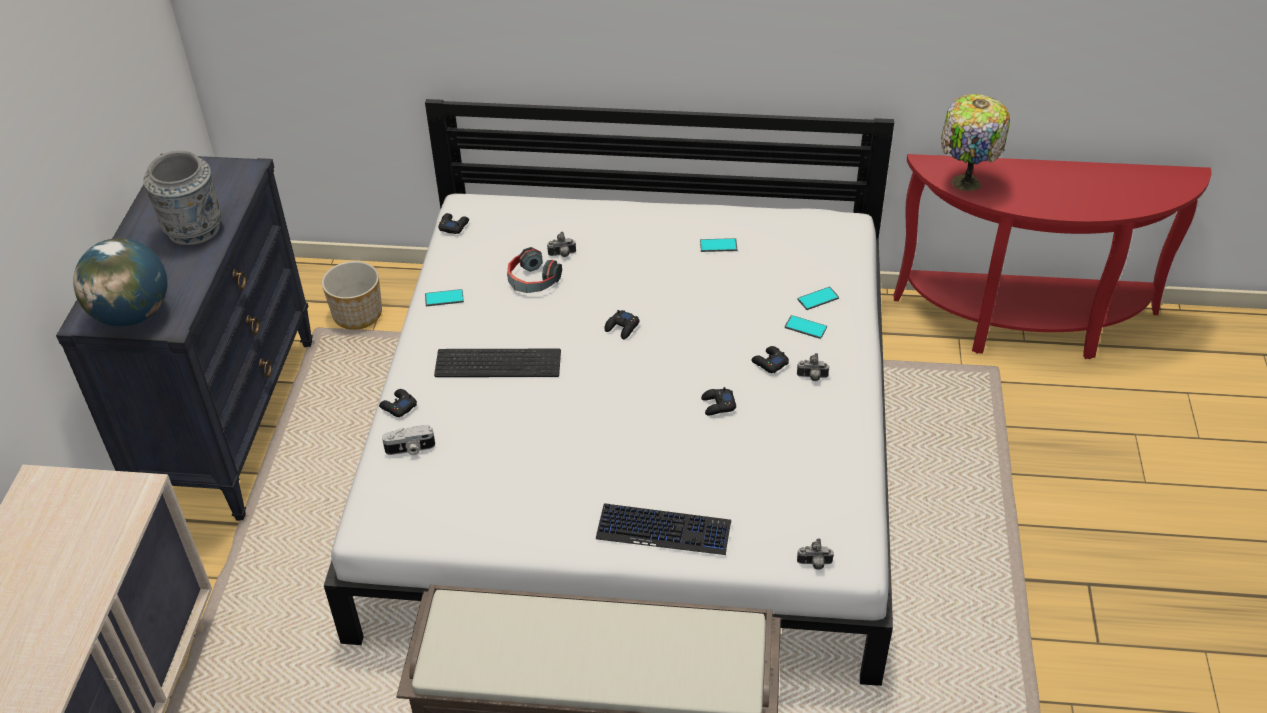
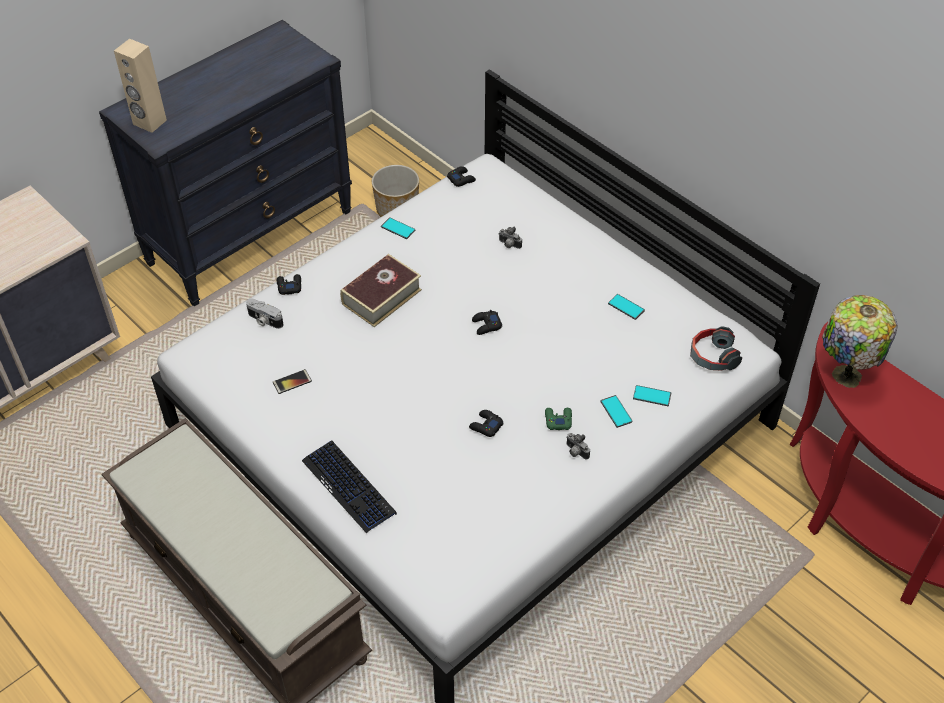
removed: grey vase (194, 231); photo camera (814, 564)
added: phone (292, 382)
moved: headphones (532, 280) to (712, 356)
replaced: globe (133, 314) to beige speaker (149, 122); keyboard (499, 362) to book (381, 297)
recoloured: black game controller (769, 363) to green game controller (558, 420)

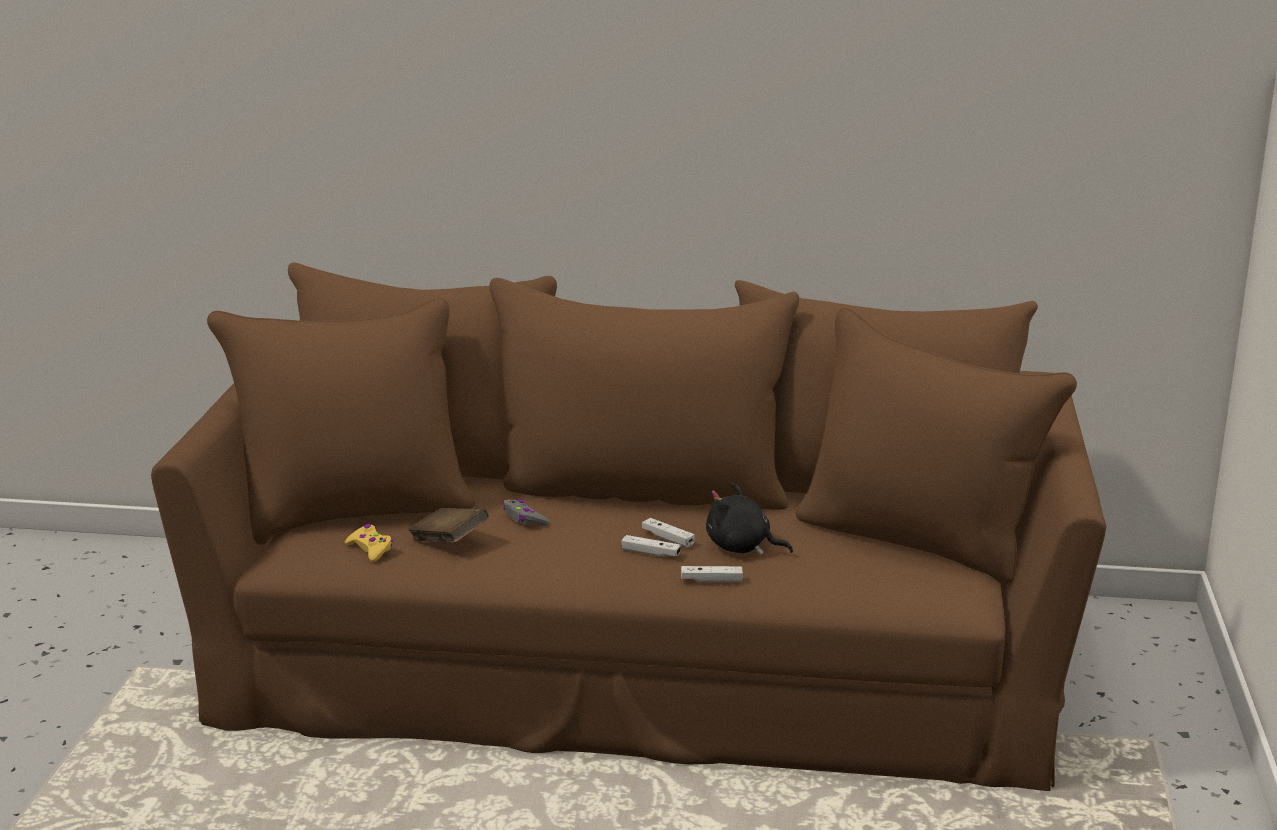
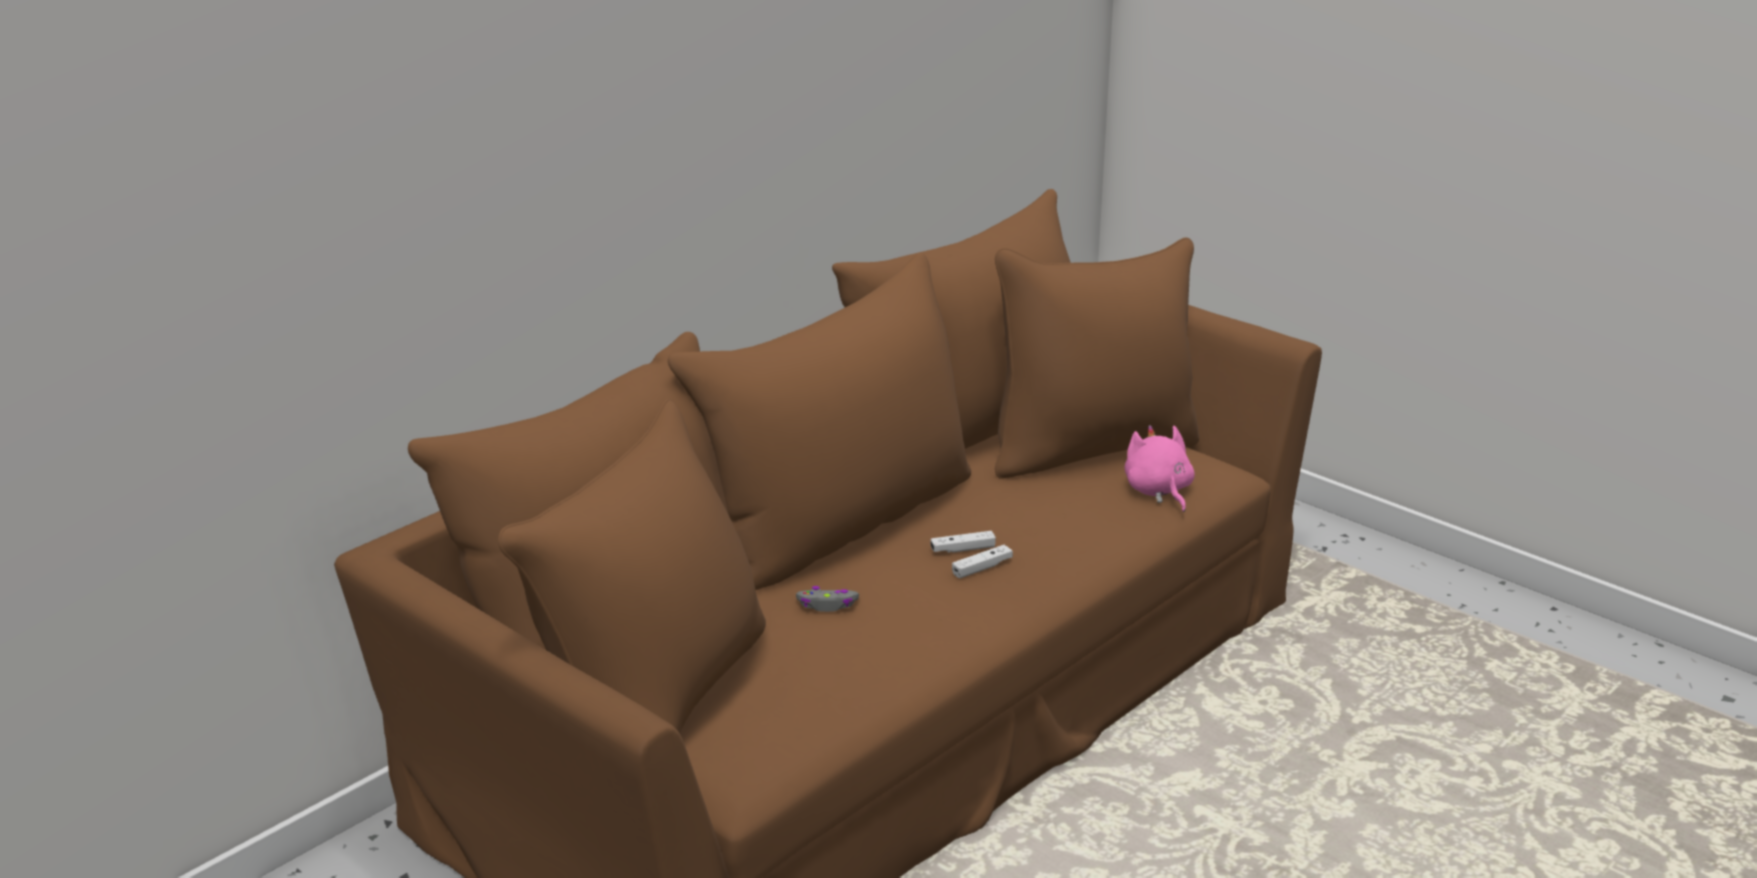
removed: black plush toy (742, 547); brown book (449, 542); yellow game controller (370, 549); white game controller (711, 580)
added: pink plush toy (1158, 491)

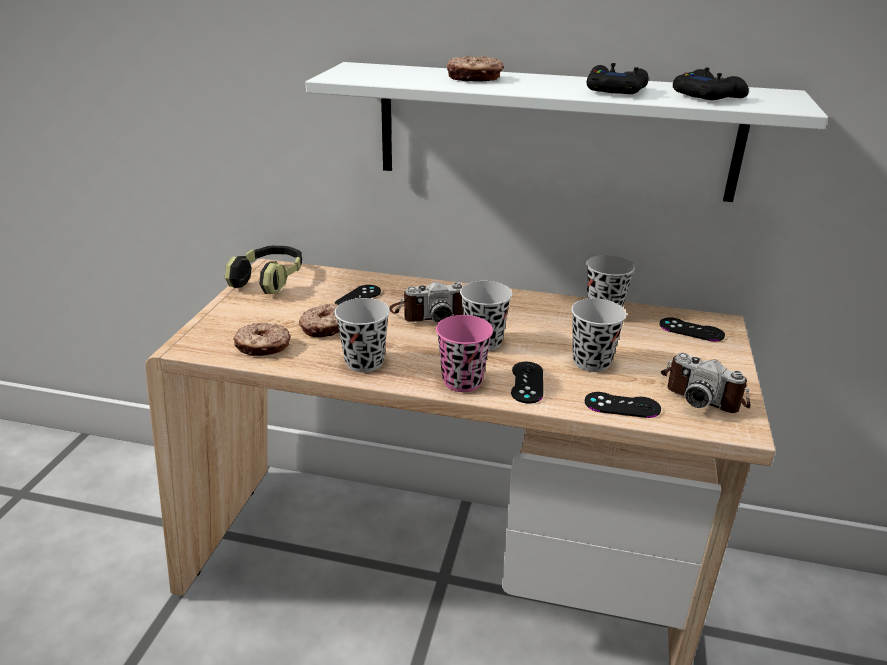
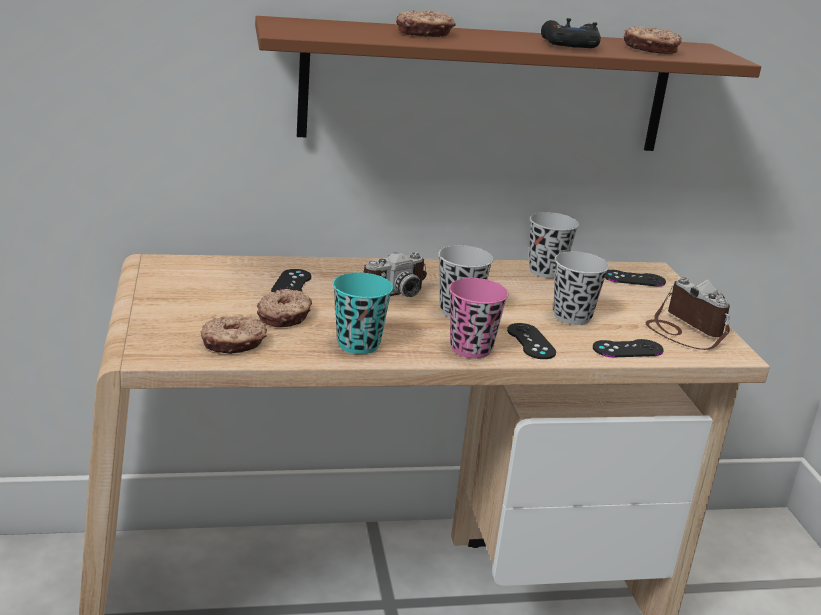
removed: headphones (269, 280)
replaced: black game controller (707, 96) to donut (650, 49)
recoloured: white shelf (555, 131) to brown shelf (487, 88); black cup (364, 362) to turquoise cup (358, 344)
turned: photo camera (704, 393) = (685, 329) 135 degrees counterclockwise

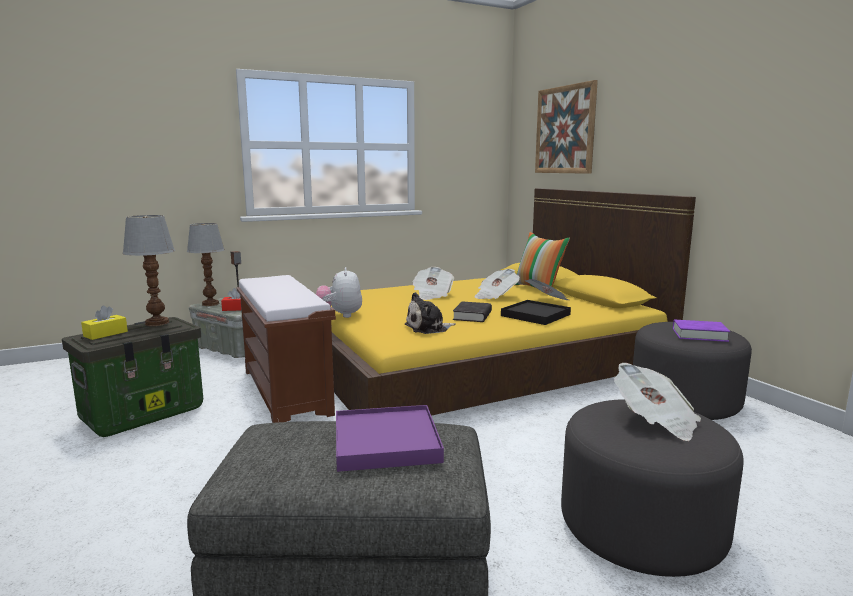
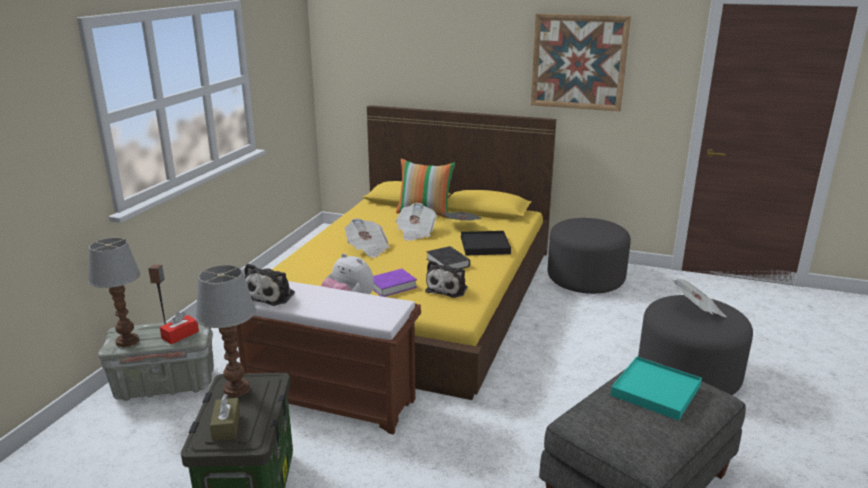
added: plush toy (272, 295)
moved: picture (565, 130) to (578, 62); purple book (699, 335) to (392, 286)
recoloured: yellow tissue box (105, 334) to brown tissue box (226, 426); purple tray (386, 442) to turquoise tray (655, 391)

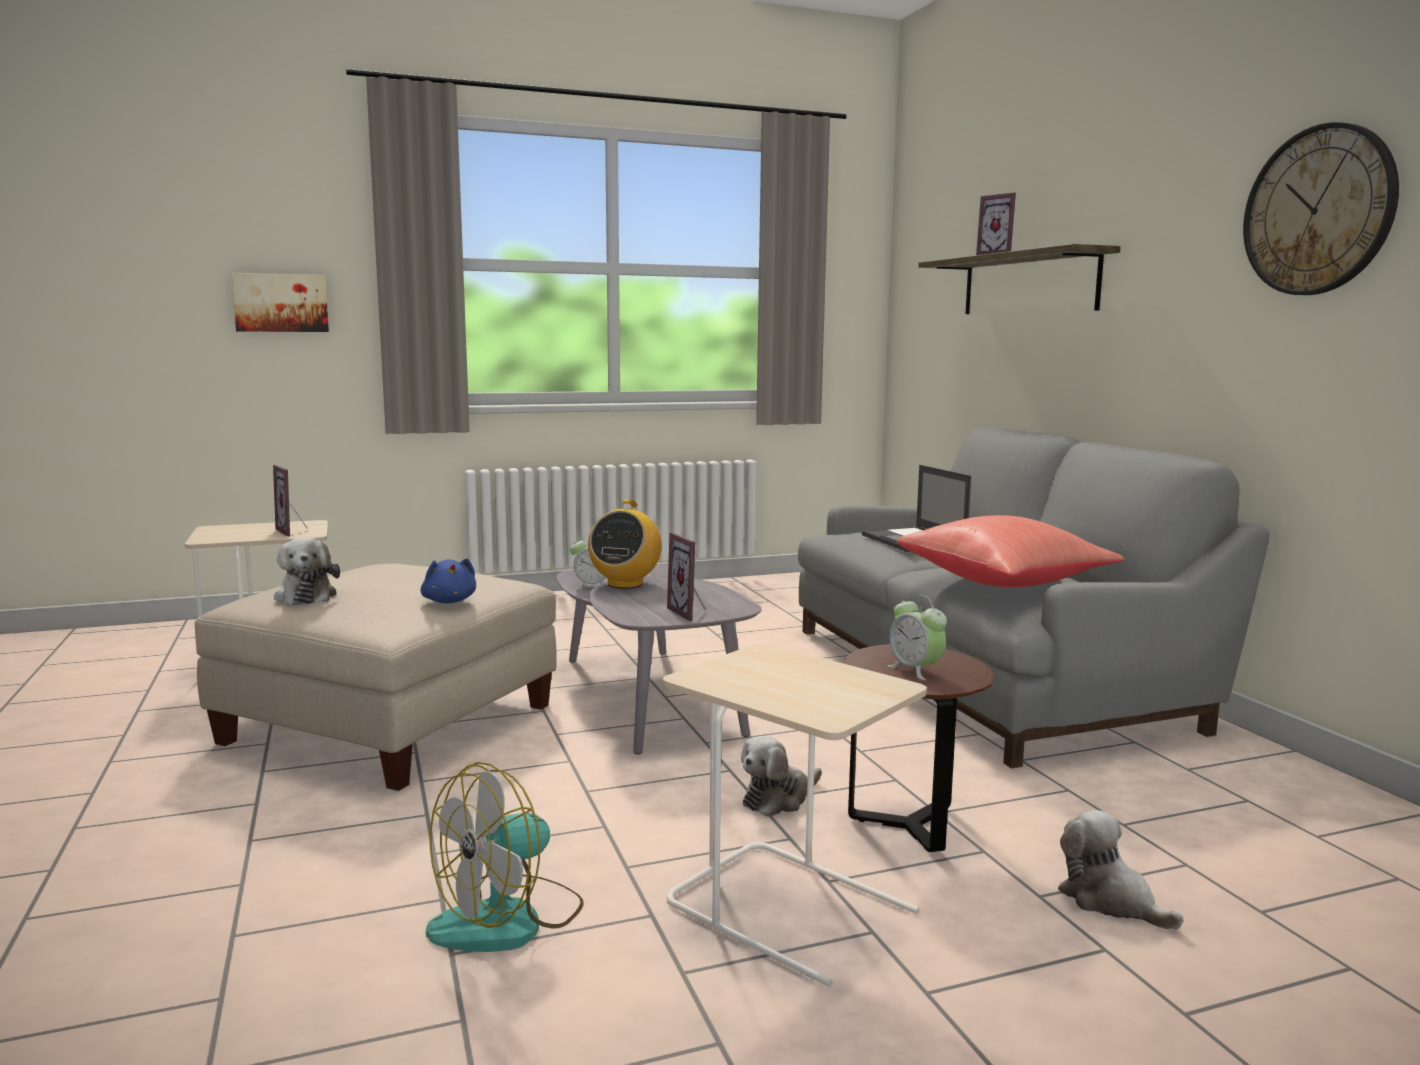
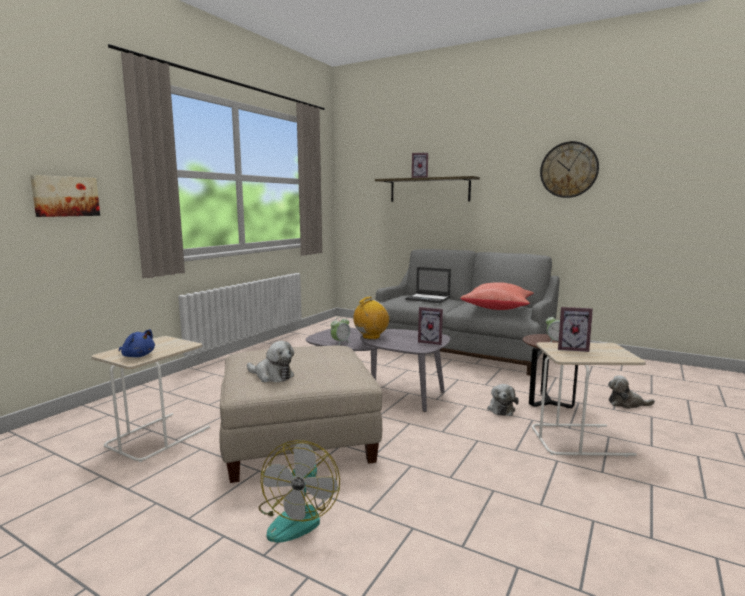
moved: picture frame (294, 531) to (572, 348); blue plush toy (449, 601) to (138, 356); fan (508, 920) to (297, 517)
turned: radio (625, 584) = (371, 337) 105 degrees counterclockwise

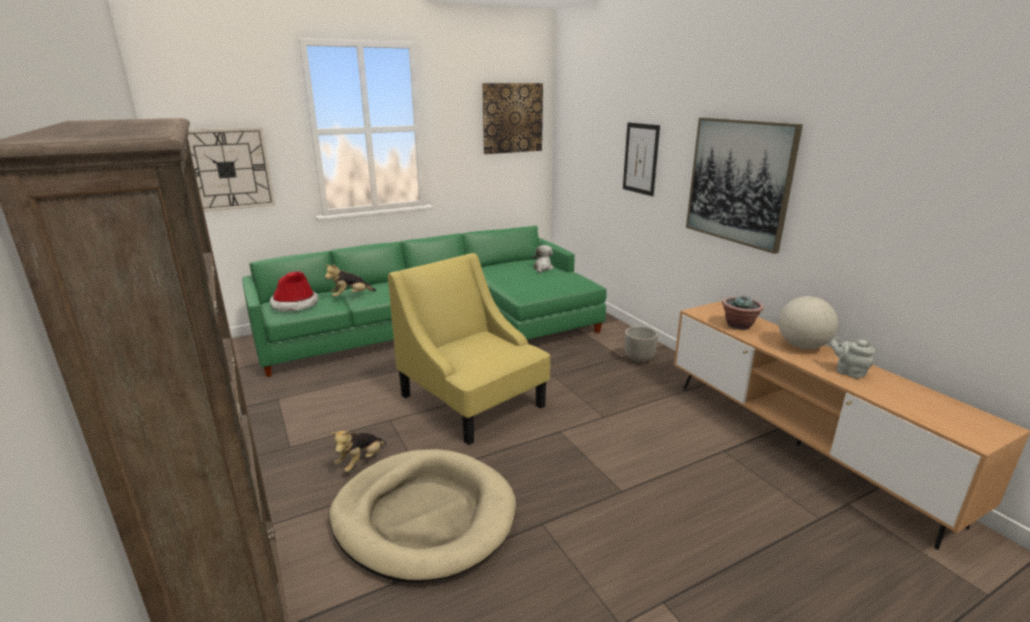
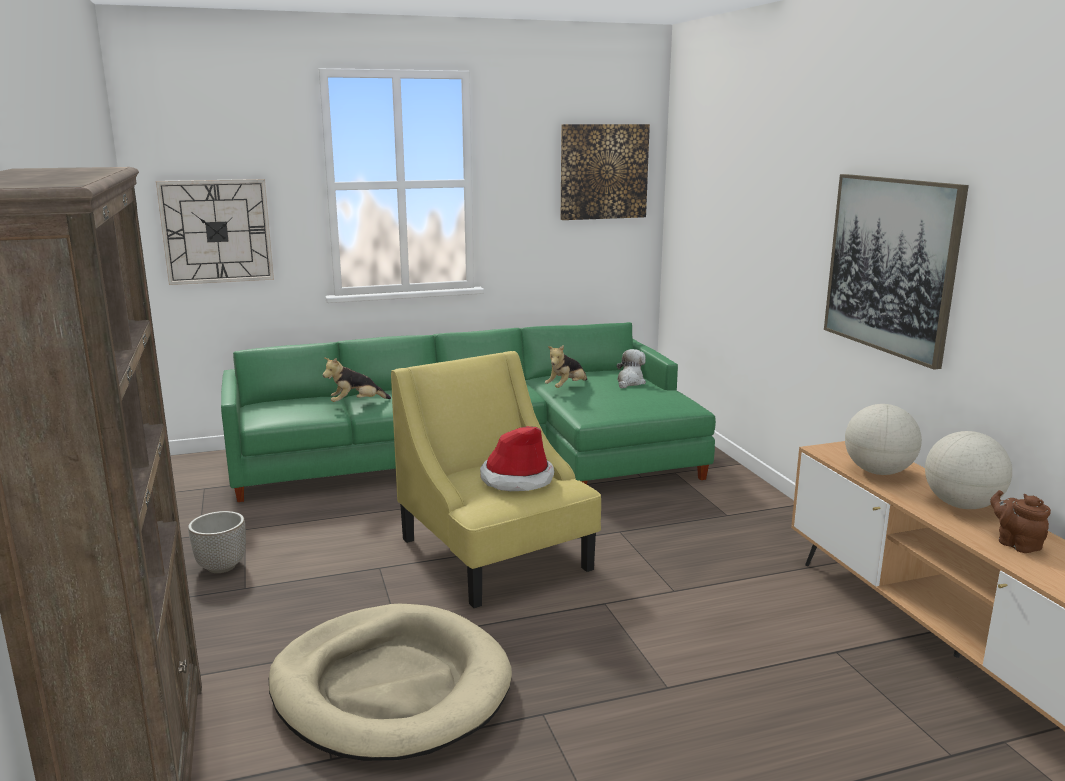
removed: picture (640, 158)
moved: hat (295, 304) to (517, 479); planter (638, 360) to (221, 567); plush toy (361, 462) to (566, 387)
replaced: potted plant (739, 325) to globe (878, 472)
recoloured: grey teapot (848, 372) to brown teapot (1016, 544)

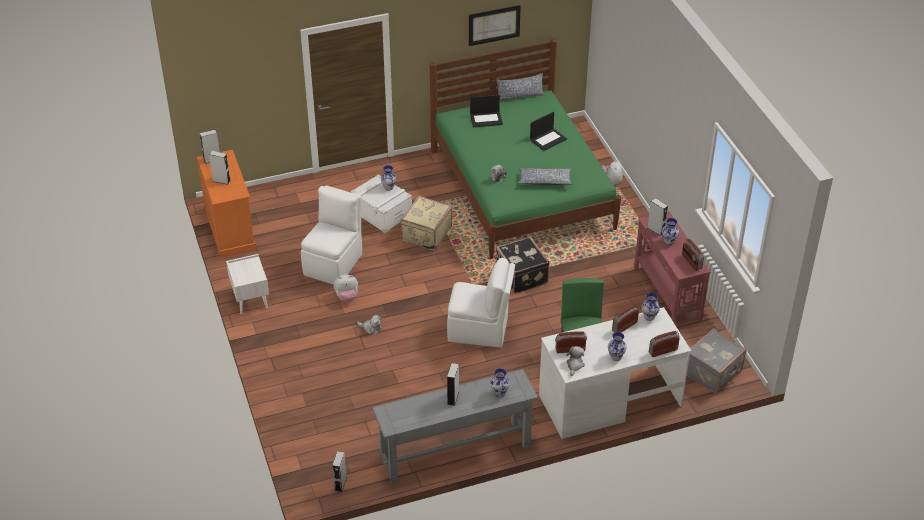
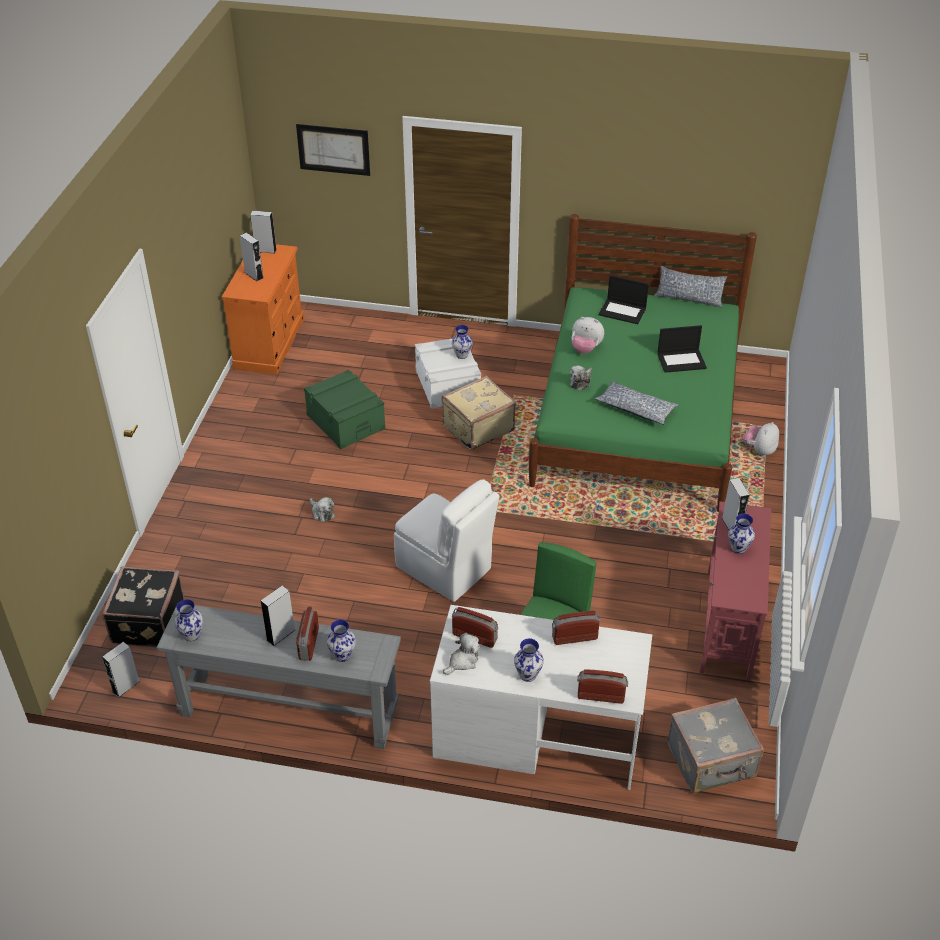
removed: white nightstand (250, 300)
moved: picture (494, 25) to (333, 149); black suitcase (521, 277) to (146, 622); radio (691, 262) to (308, 644); plush toy (347, 297) to (585, 349); vase (649, 316) to (191, 635)
replaced: white chair (334, 263) to green storage box (346, 421)

